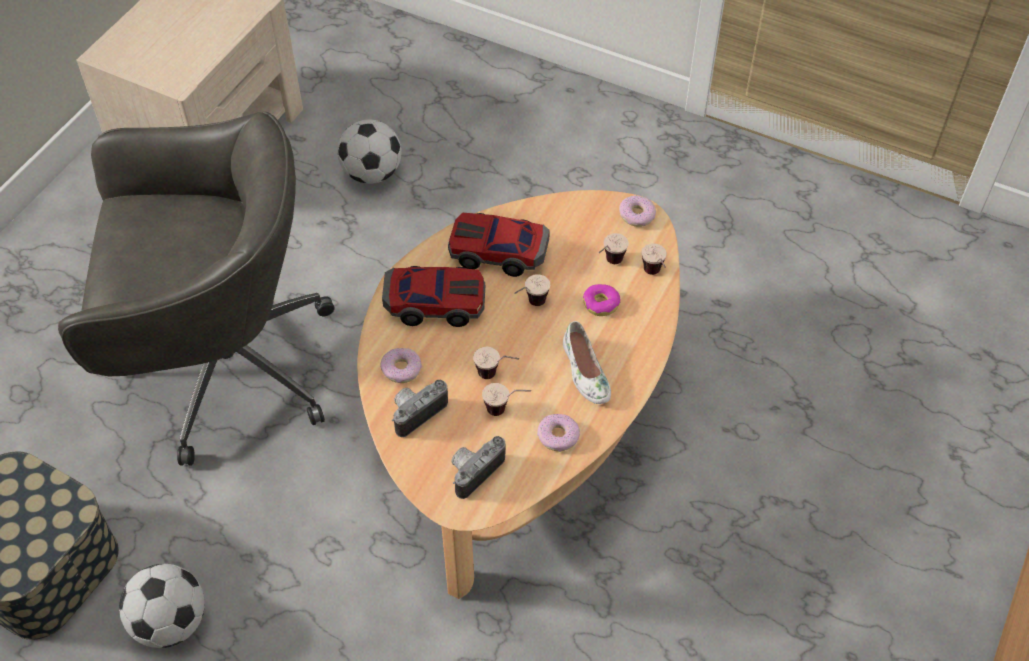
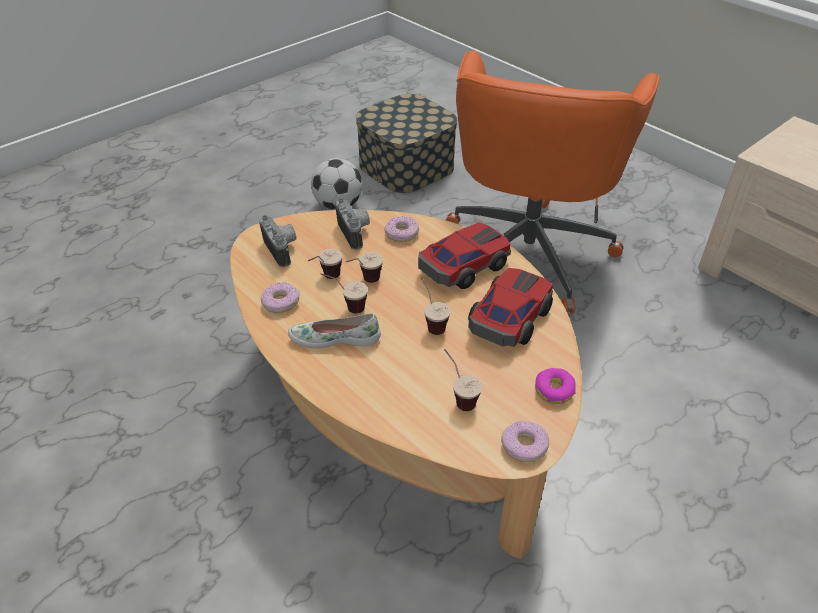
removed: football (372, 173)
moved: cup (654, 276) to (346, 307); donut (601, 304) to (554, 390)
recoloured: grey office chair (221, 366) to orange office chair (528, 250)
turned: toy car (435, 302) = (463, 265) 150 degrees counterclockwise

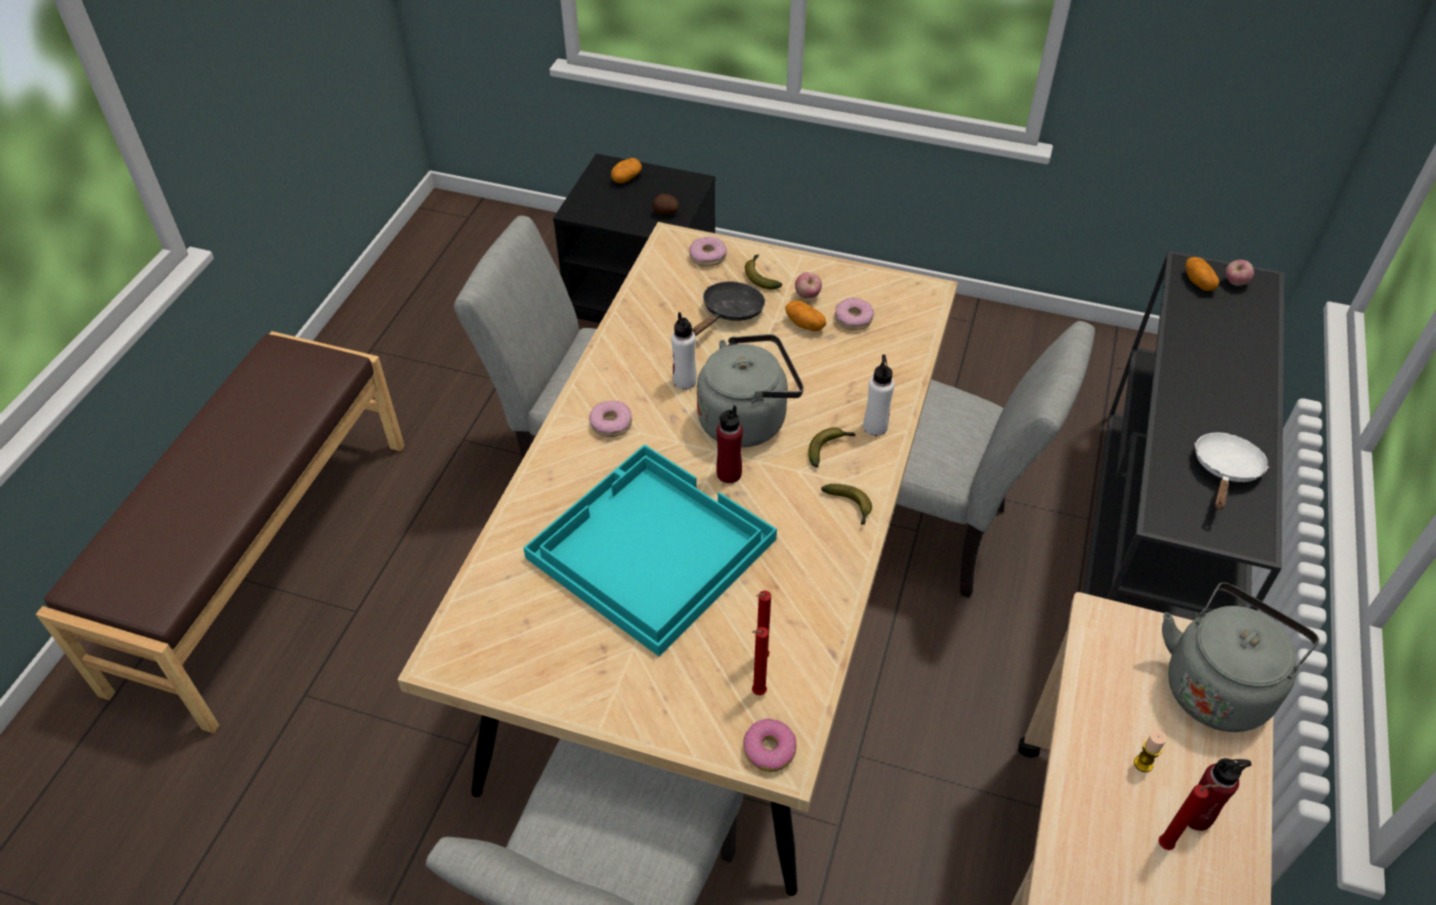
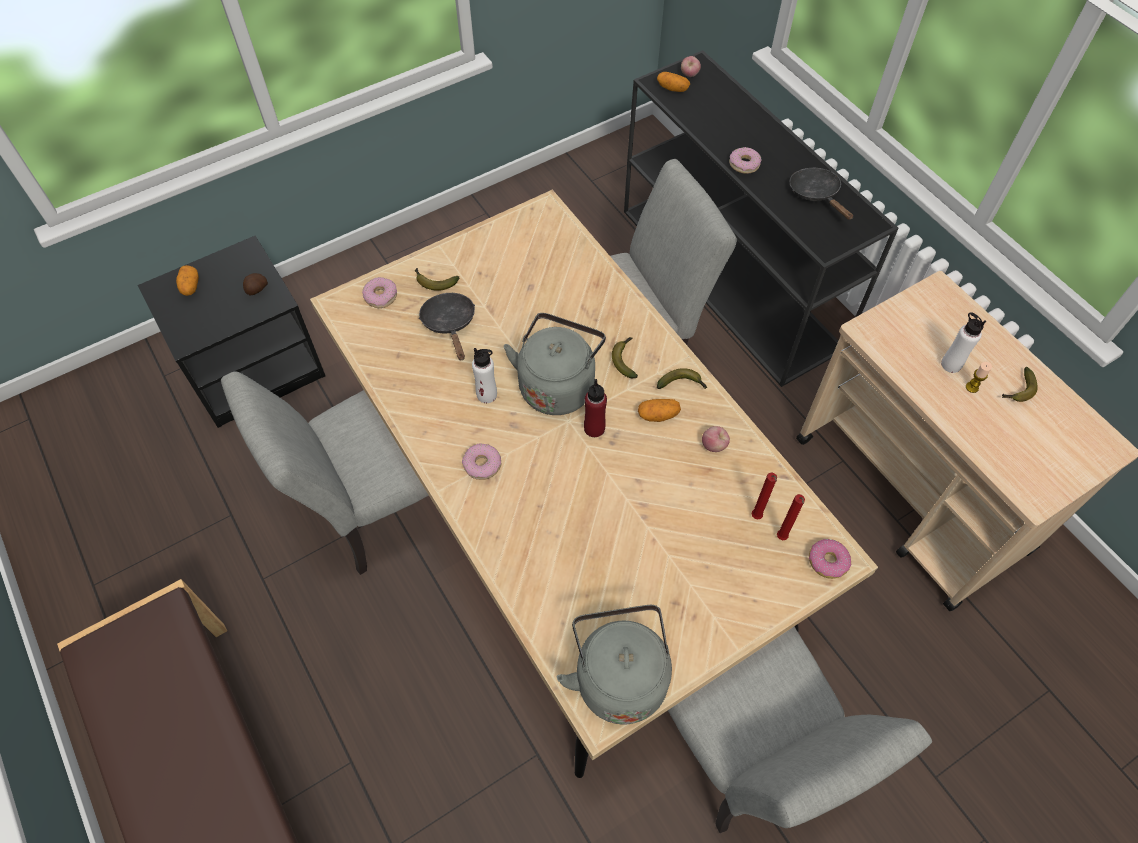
removed: turquoise tray (648, 549); red candle (1167, 845)
moved: apple (807, 296) to (714, 445); donut (853, 319) to (744, 164); potato (805, 324) to (658, 415); white bottle (875, 427) to (951, 364); grey kettle (1218, 685) to (618, 676)
replaced: red bottle (1196, 816) to banana (1018, 390)
recoloured: white frying pan (1225, 471) to black frying pan (816, 194)

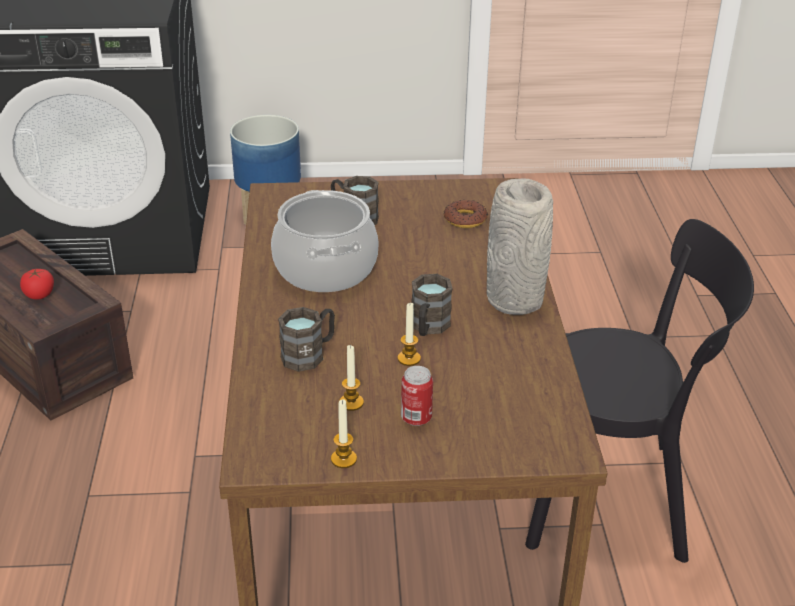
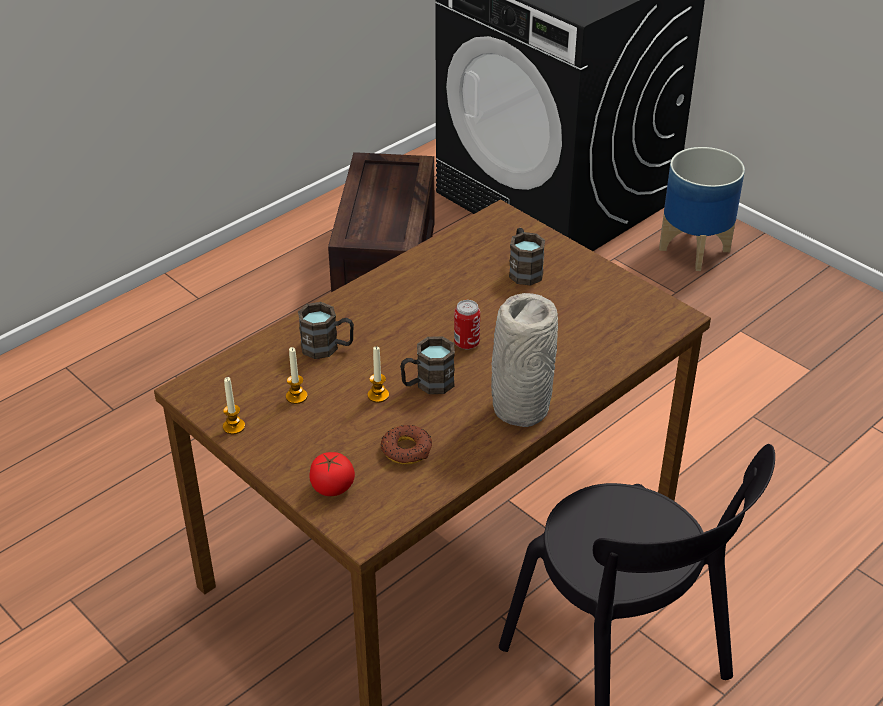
removed: cooking pot (324, 268)
moved: donut (465, 219) to (406, 449); tomato (39, 295) to (332, 487); can (416, 418) to (466, 343)

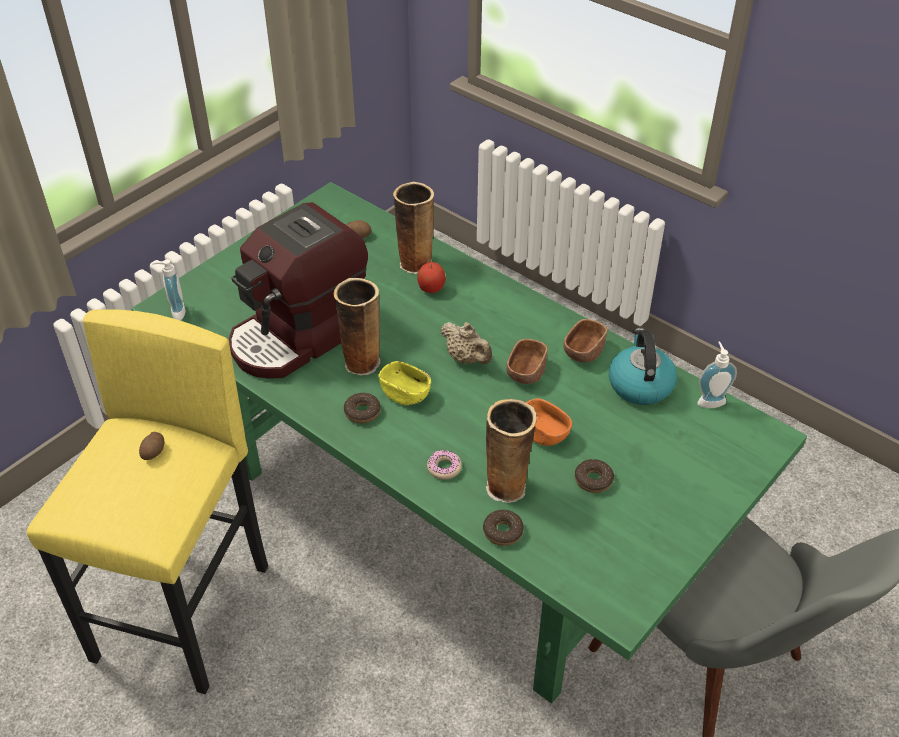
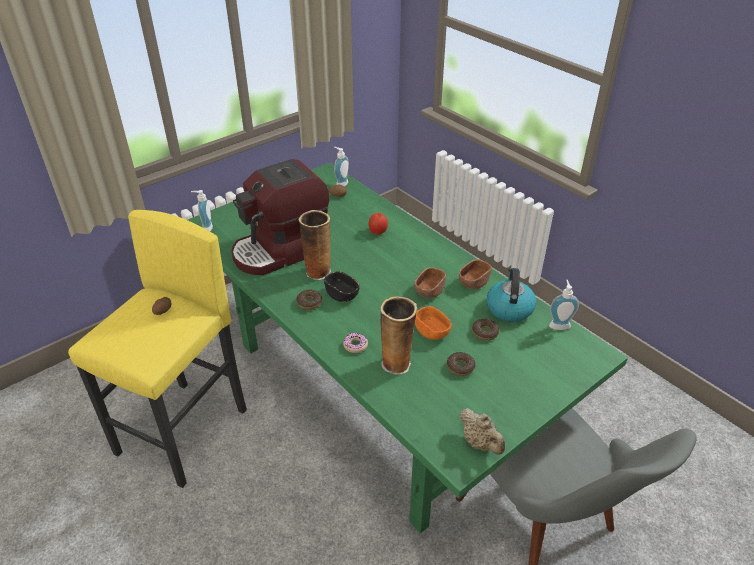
removed: vase (415, 262)
added: soap dispenser (340, 184)
moved: beige teapot (466, 359) to (480, 443); donut (503, 531) to (485, 332)
recoloured: yellow bowl (405, 394) to black bowl (342, 294)

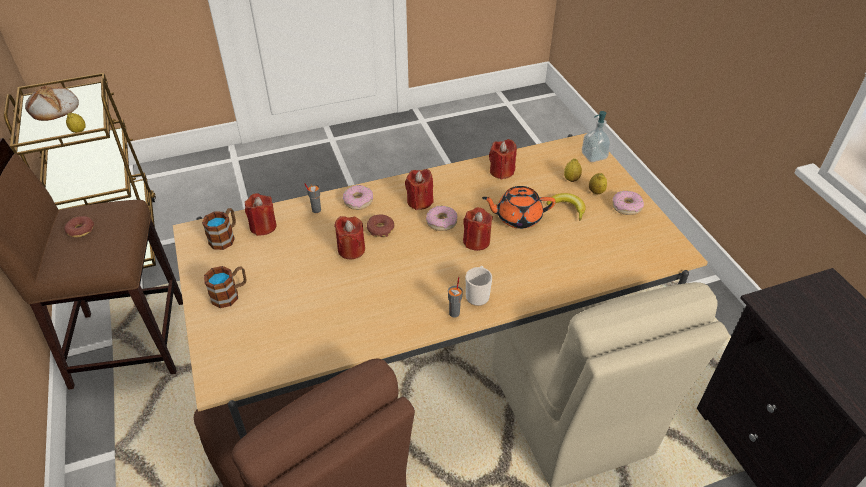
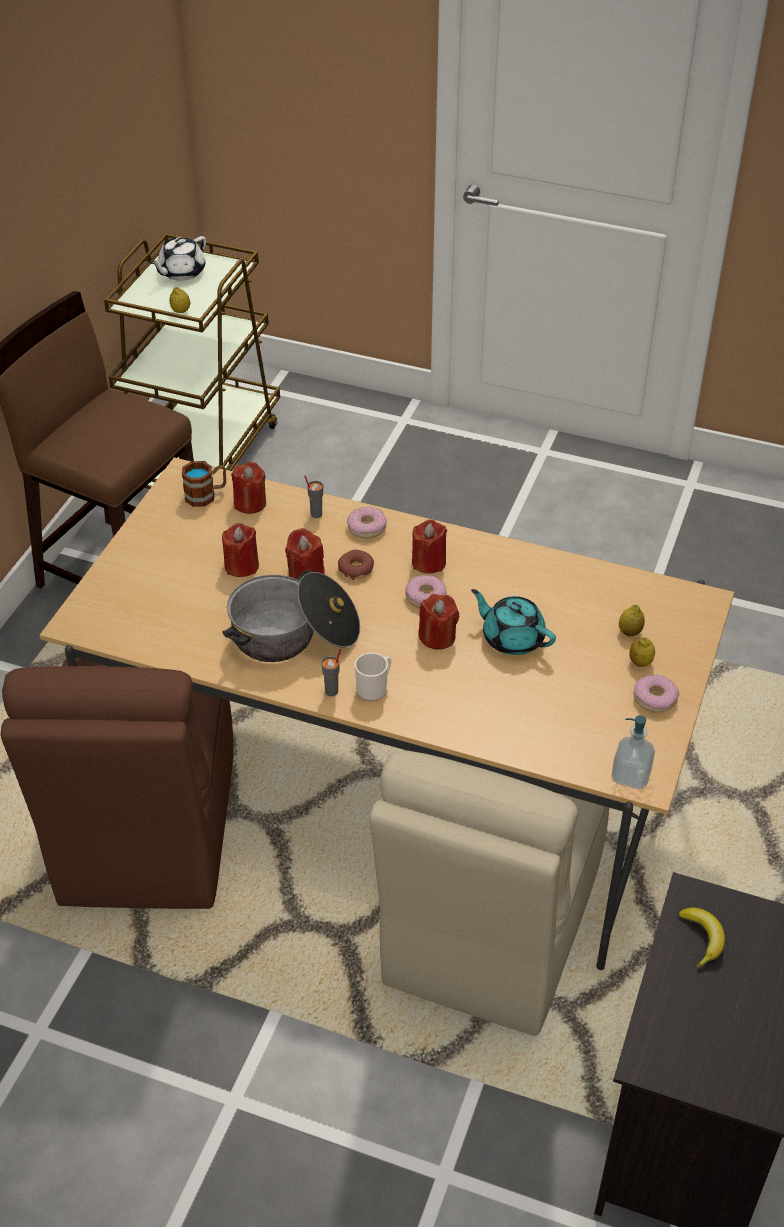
removed: donut (80, 230); mug (230, 294)
added: cooking pot (293, 635)
moved: soap dispenser (594, 156) to (630, 776); red candle (501, 171) to (241, 566); banana (567, 208) to (702, 938)
replaced: bread (53, 108) to white teapot (181, 272)
recoloured: orange teapot (517, 217) to turquoise teapot (512, 638)

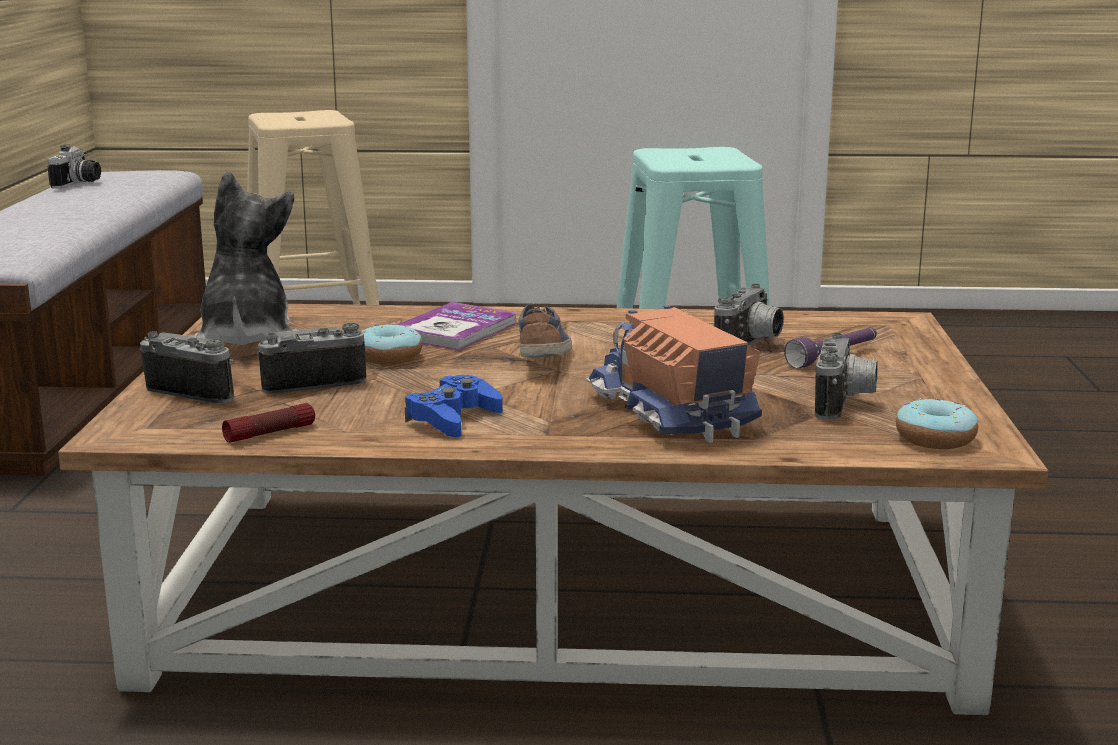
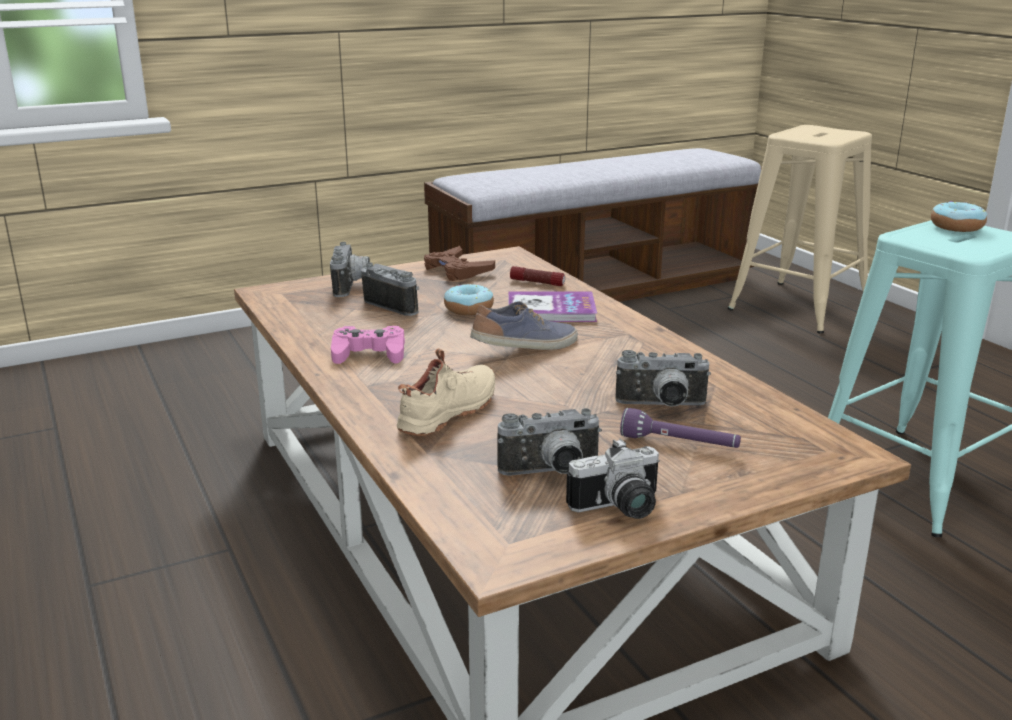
moved: photo camera (79, 183) to (620, 509); donut (935, 439) to (956, 227); flashlight (270, 433) to (537, 283)
replaced: plush toy (246, 339) to brown game controller (456, 270); toy truck (669, 413) to beige shoe (451, 412)
recoloured: blue game controller (453, 418) to pink game controller (369, 354)

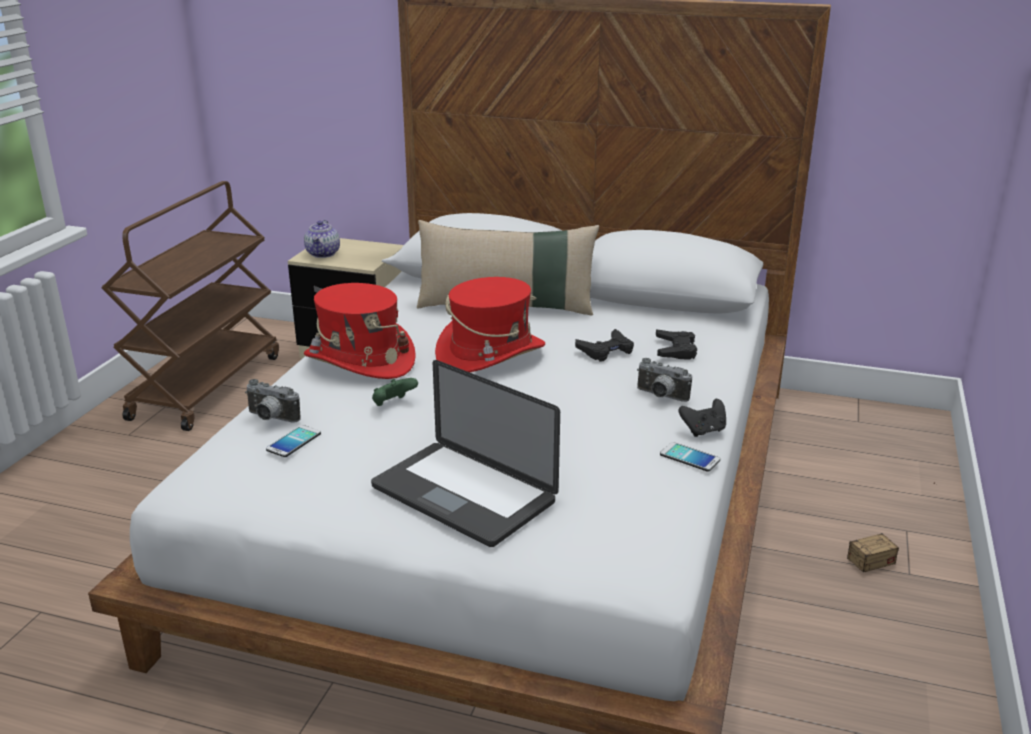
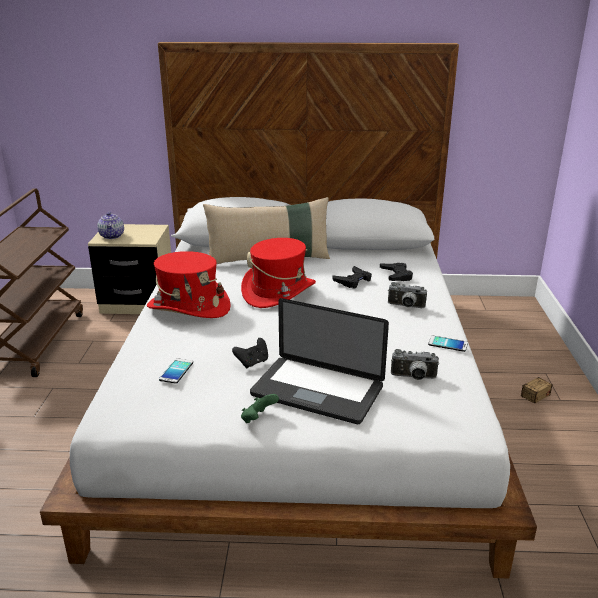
moved: green game controller (393, 404) to (258, 419); photo camera (270, 418) to (413, 378); black game controller (703, 431) to (252, 362)

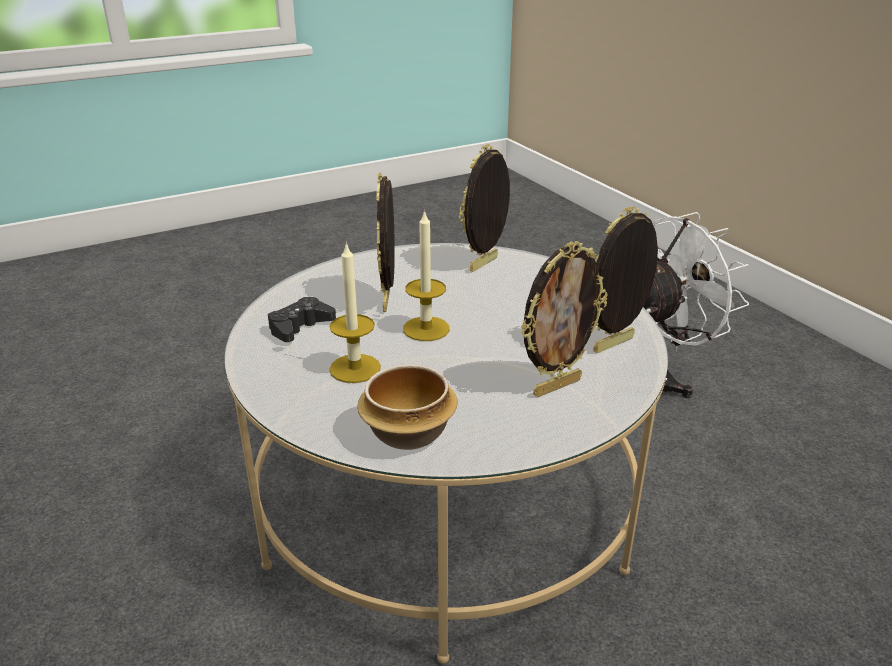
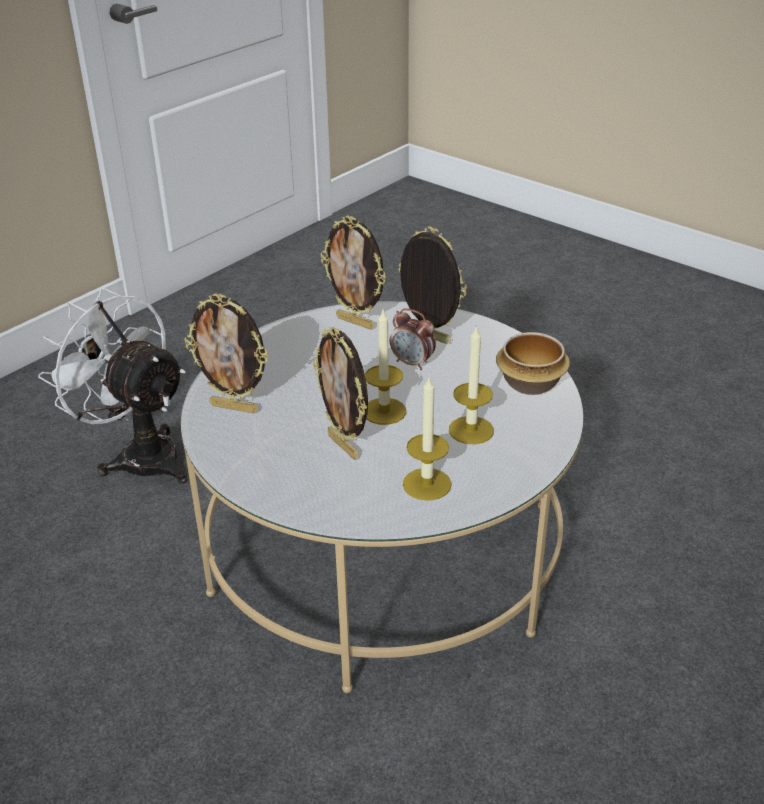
added: alarm clock (412, 363)
replaced: black game controller (300, 327) to candle (427, 484)
turned: picture frame (388, 301) = (344, 446) 75 degrees clockwise

